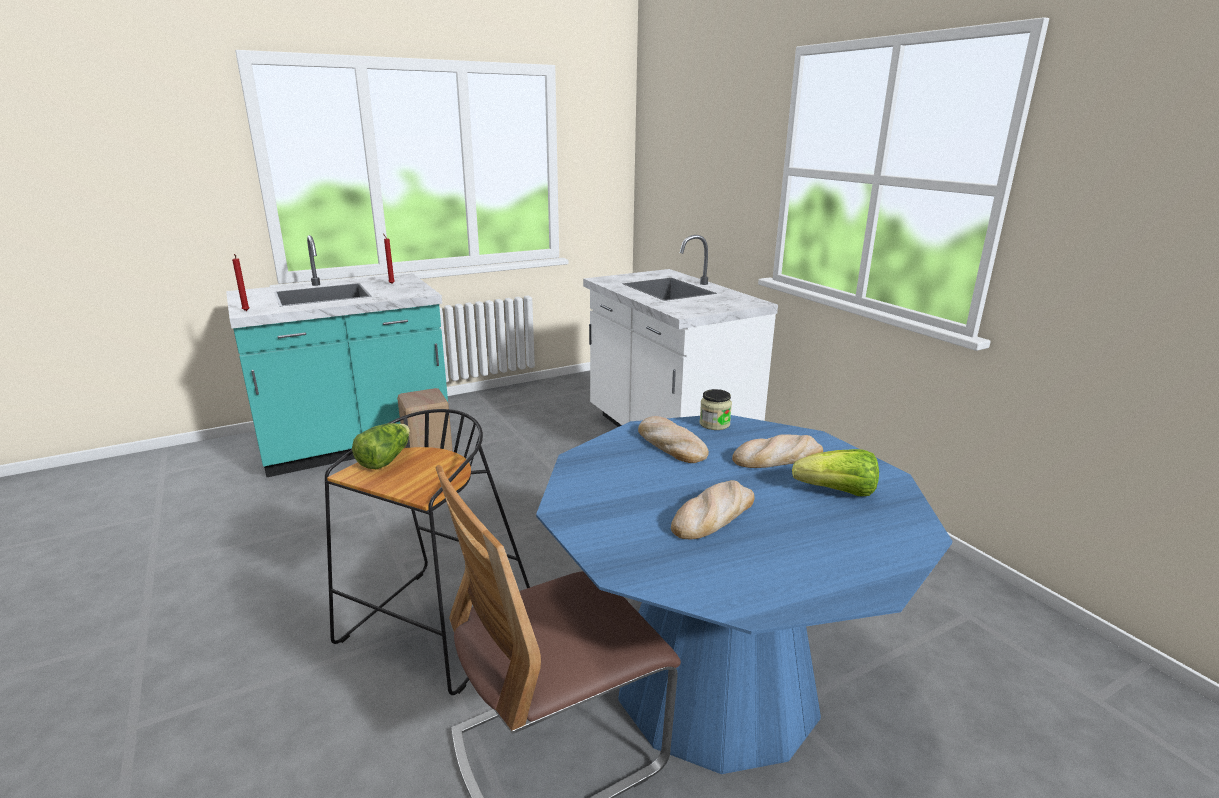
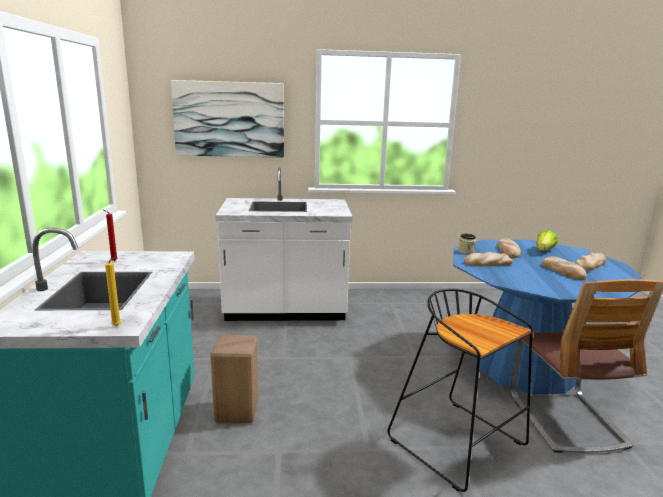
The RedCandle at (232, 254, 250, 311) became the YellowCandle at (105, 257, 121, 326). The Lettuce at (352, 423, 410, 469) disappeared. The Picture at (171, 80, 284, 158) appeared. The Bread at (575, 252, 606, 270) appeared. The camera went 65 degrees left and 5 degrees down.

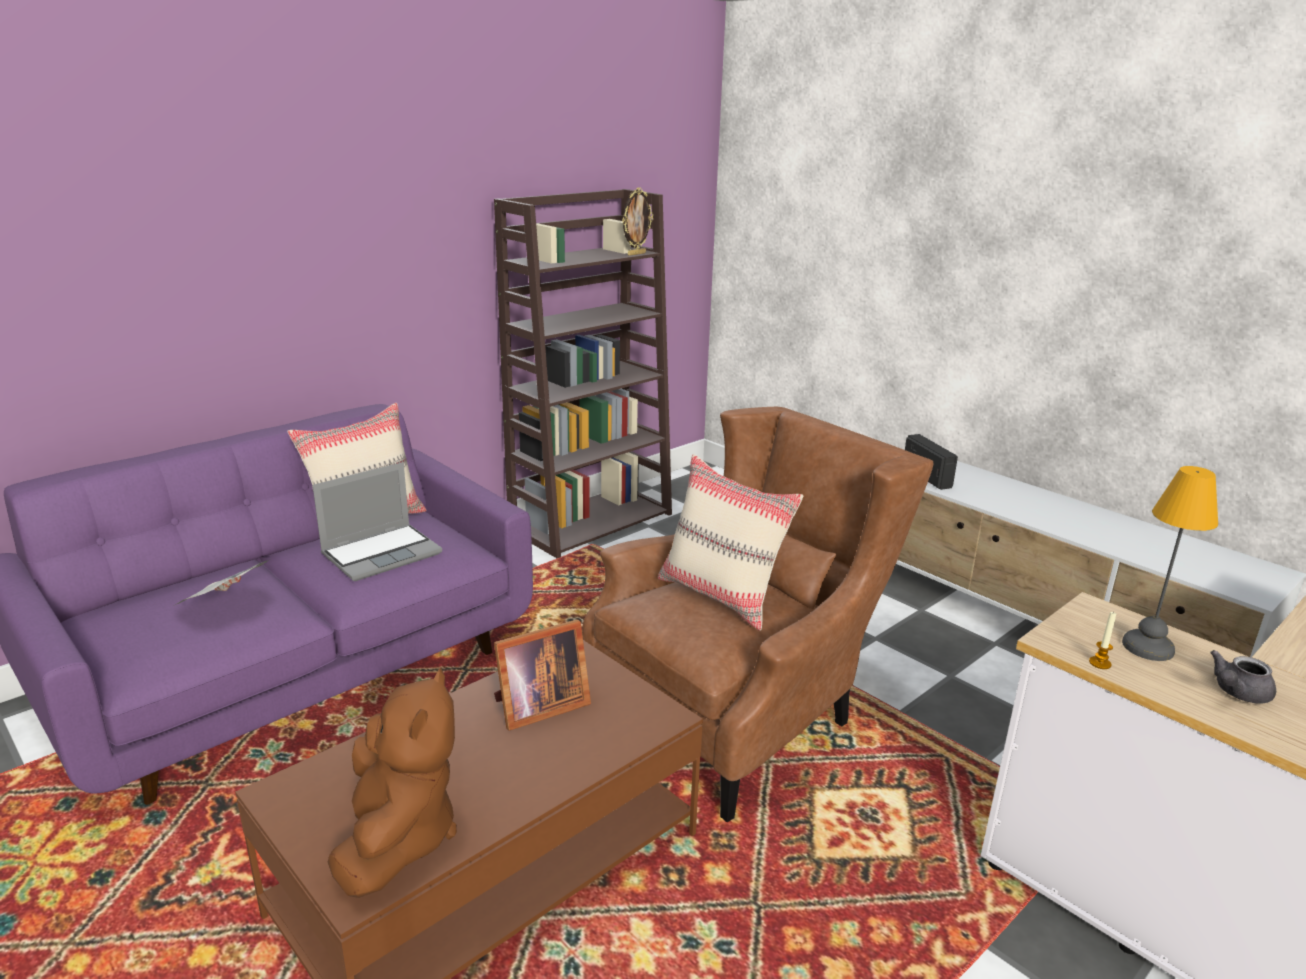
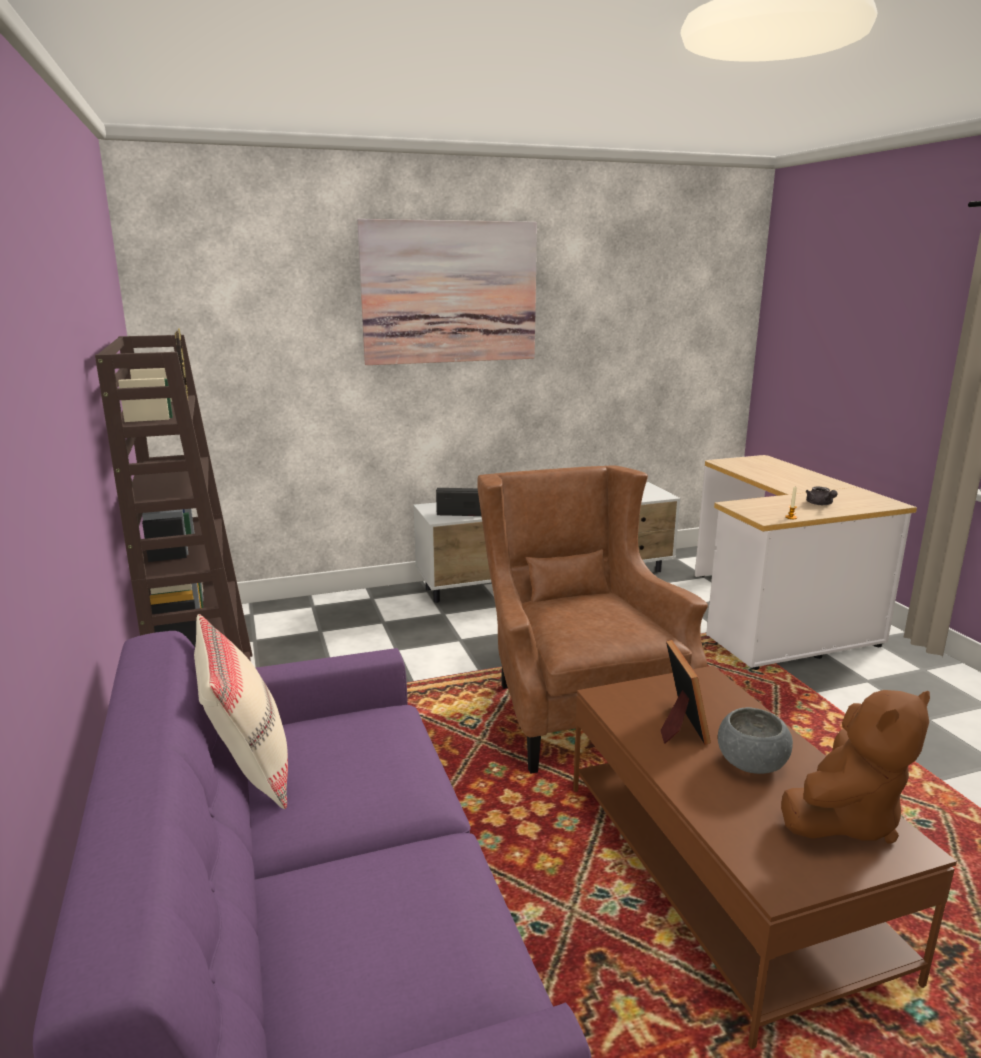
The BeigePillow at (657, 454, 803, 631) disappeared. The Laptop at (313, 462, 442, 581) disappeared. The TableLamp at (1122, 466, 1218, 661) disappeared. The Newspaper at (173, 560, 269, 606) disappeared. The BrownPlushToy at (328, 668, 457, 898) turned 120 degrees clockwise. The Picture at (357, 219, 537, 365) appeared. The GreyBowl at (718, 707, 793, 774) appeared. The camera went 65 degrees left and 5 degrees down.

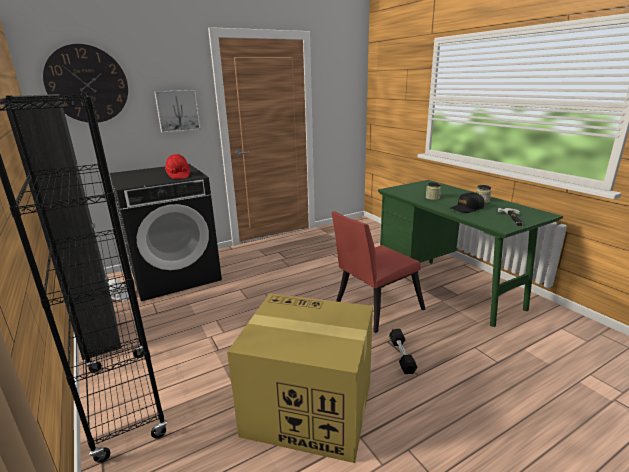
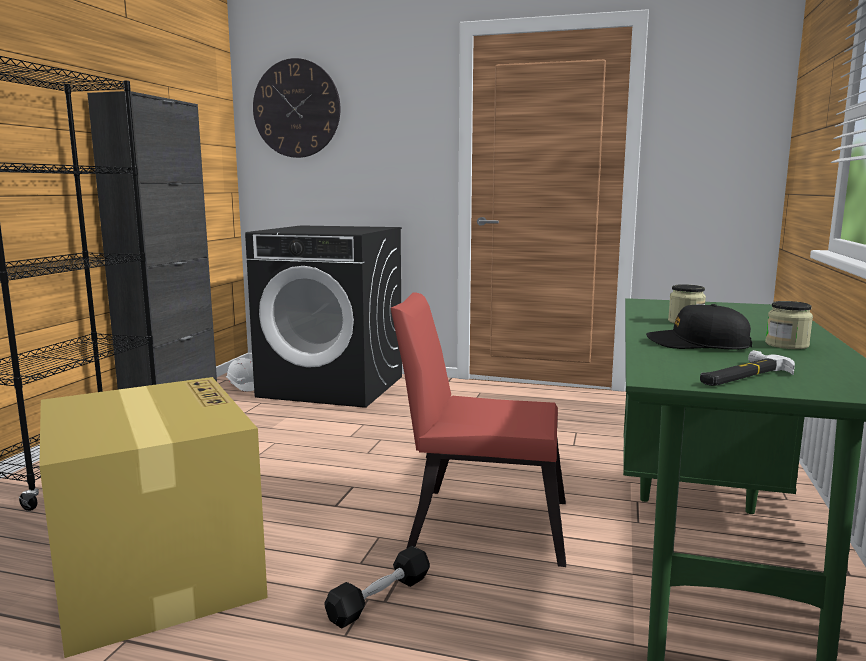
The Picture at (154, 90, 201, 133) disappeared. The RedHardHat at (165, 154, 190, 179) disappeared. The camera went 45 degrees right and 10 degrees down.

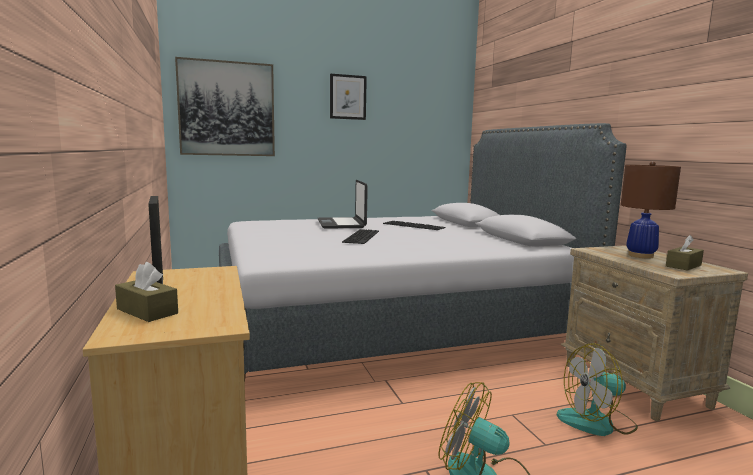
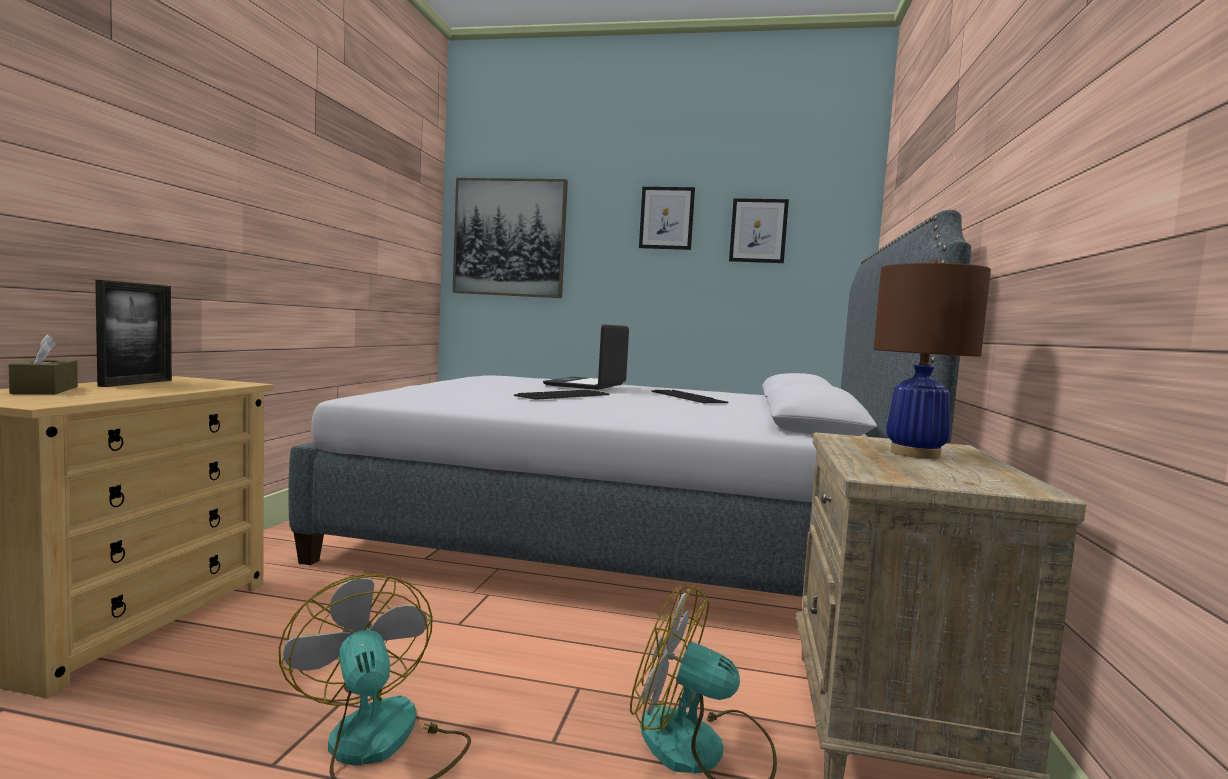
The BrownTissueBox at (666, 235, 704, 271) disappeared. The Picture at (729, 198, 789, 263) appeared. The camera went 30 degrees right and 5 degrees down.

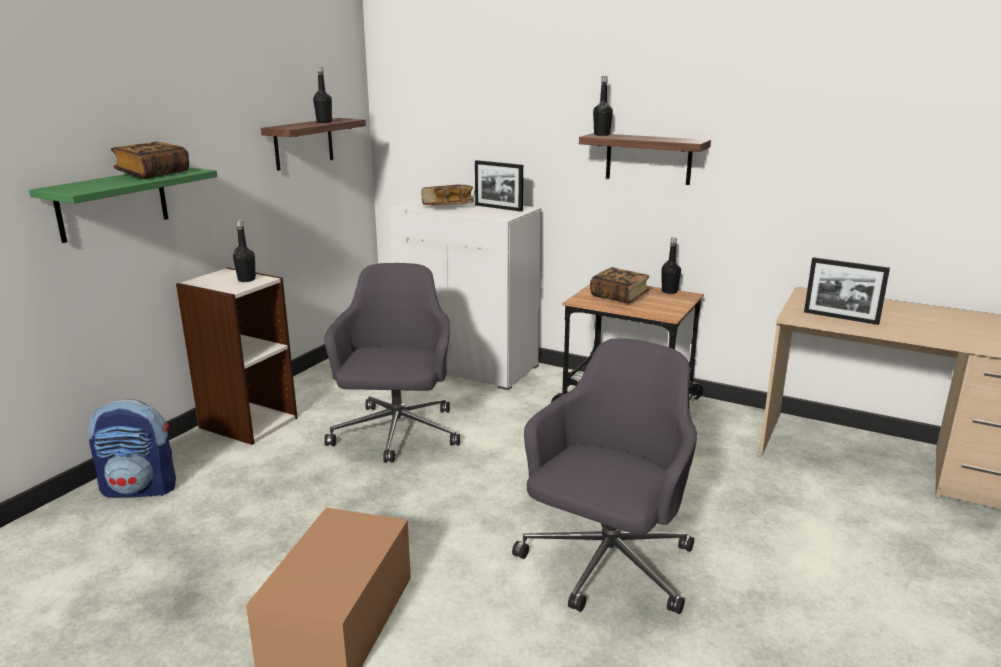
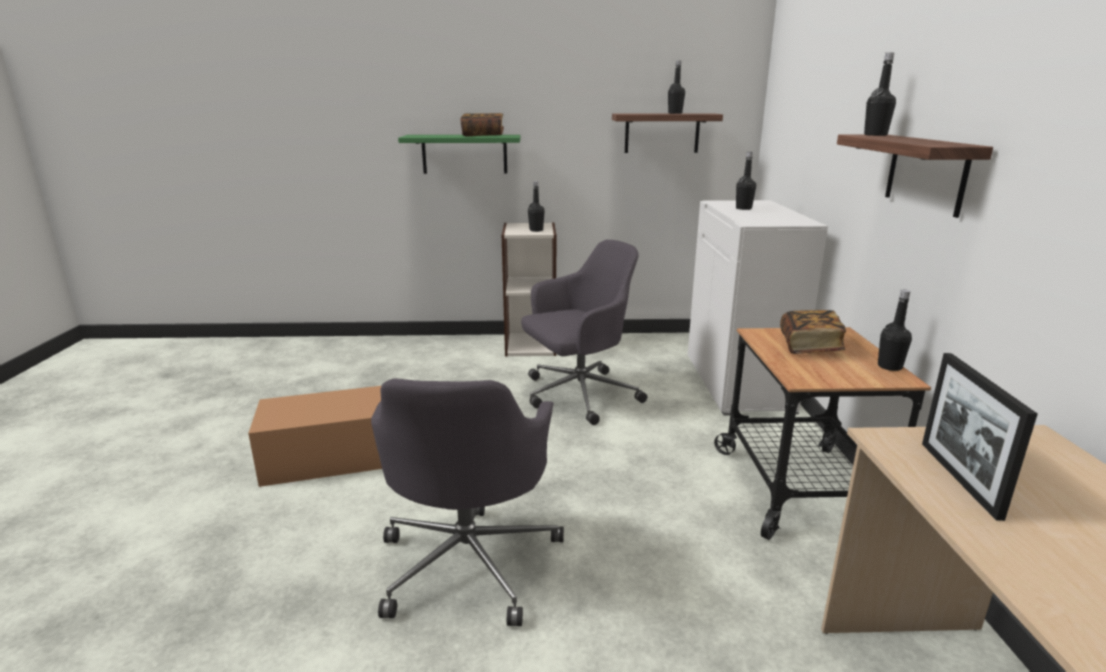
The PictureFrame at (475, 160, 523, 211) disappeared. The Book at (421, 184, 474, 205) was replaced by the BlackBottle at (736, 152, 756, 210). The GreyOfficeChair at (512, 338, 697, 614) turned 90 degrees clockwise. The Backpack at (88, 399, 176, 498) disappeared. The camera went 60 degrees right and 0 degrees up.

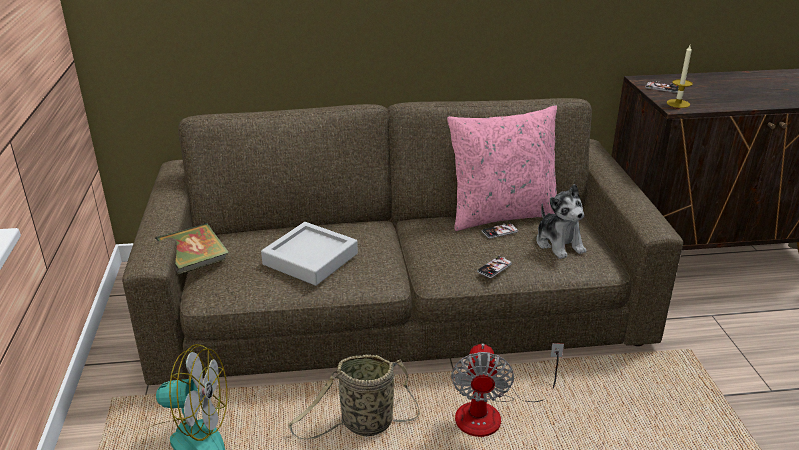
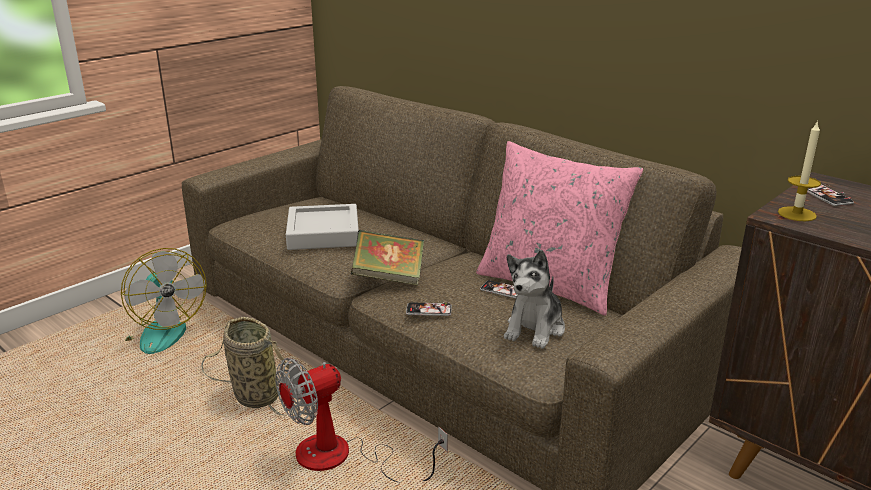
The Book moved from (155, 223, 229, 275) to (351, 230, 424, 286). The camera went 50 degrees right and 5 degrees down.

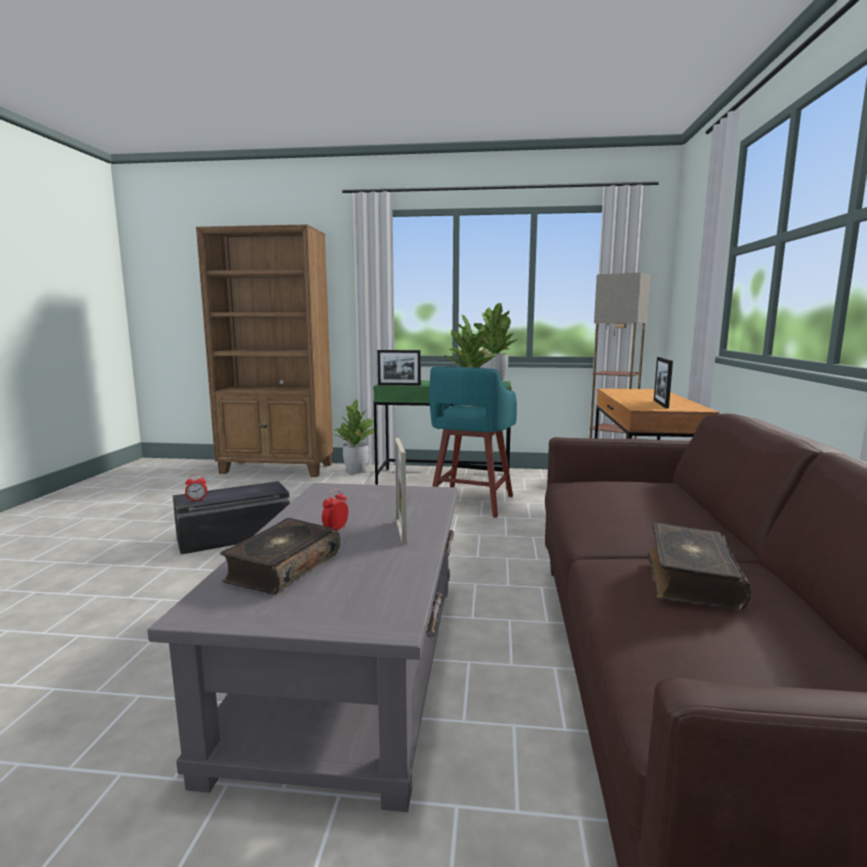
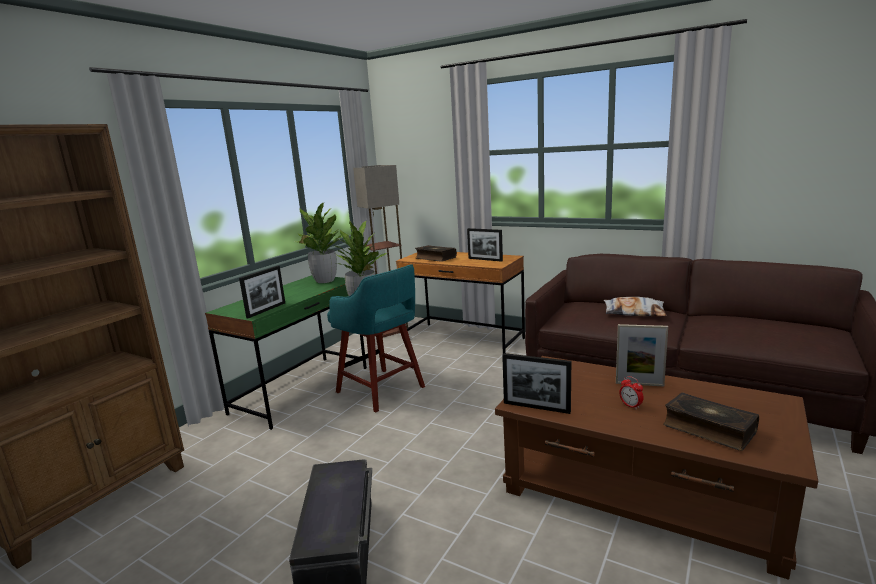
The PottedPlant at (334, 399, 374, 473) disappeared. The AlarmClock at (185, 474, 207, 502) disappeared. The GreyCoffeeTable at (147, 483, 458, 812) became the BrownCoffeeTable at (495, 356, 818, 580). The Book moved from (648, 522, 751, 611) to (415, 245, 457, 262). The Pillow at (604, 297, 666, 316) appeared. The PictureFrame at (502, 353, 571, 414) appeared. The camera went 65 degrees left and 5 degrees up.

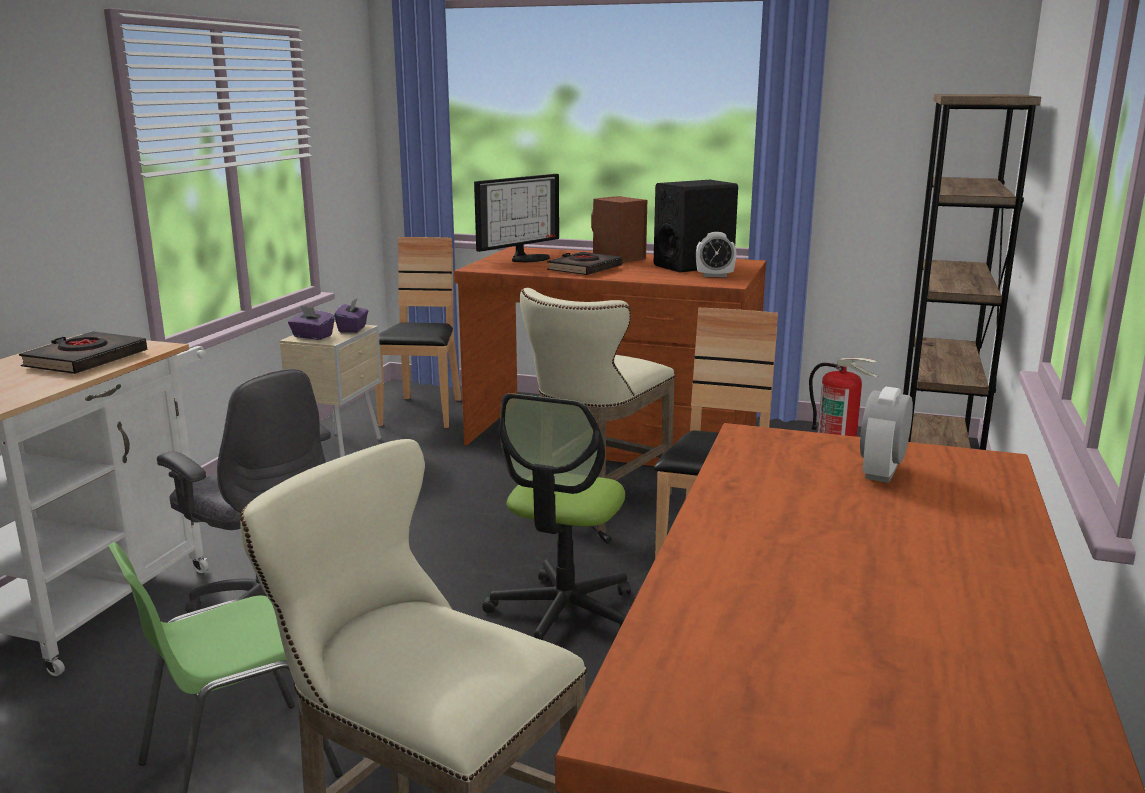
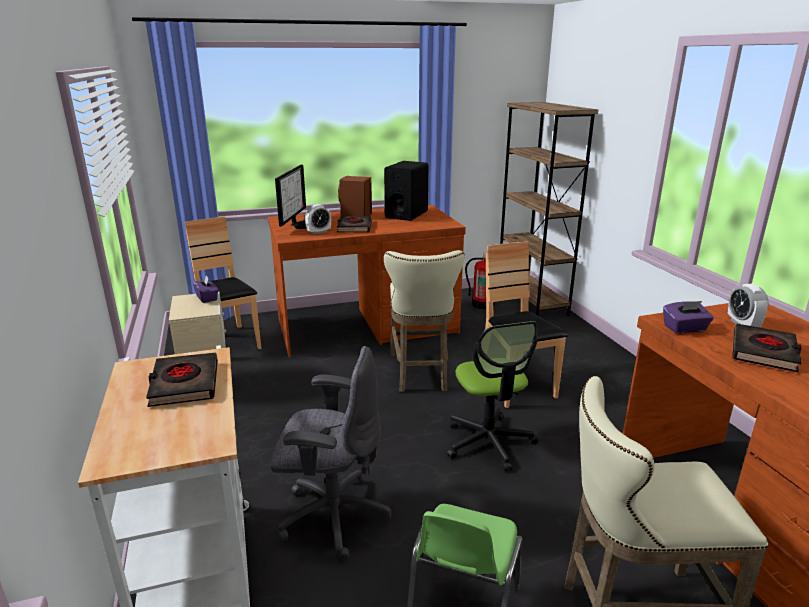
The AlarmClock moved from (696, 232, 736, 277) to (305, 204, 331, 234). The PurpleTissueBox moved from (288, 306, 335, 340) to (663, 301, 714, 333). The BlackBook at (732, 324, 802, 372) appeared. The camera went 35 degrees left and 5 degrees up.

